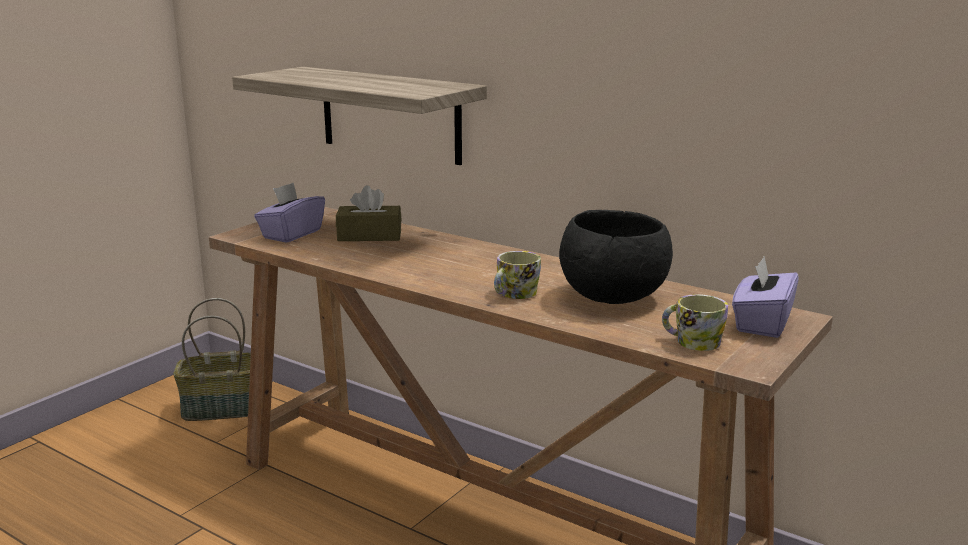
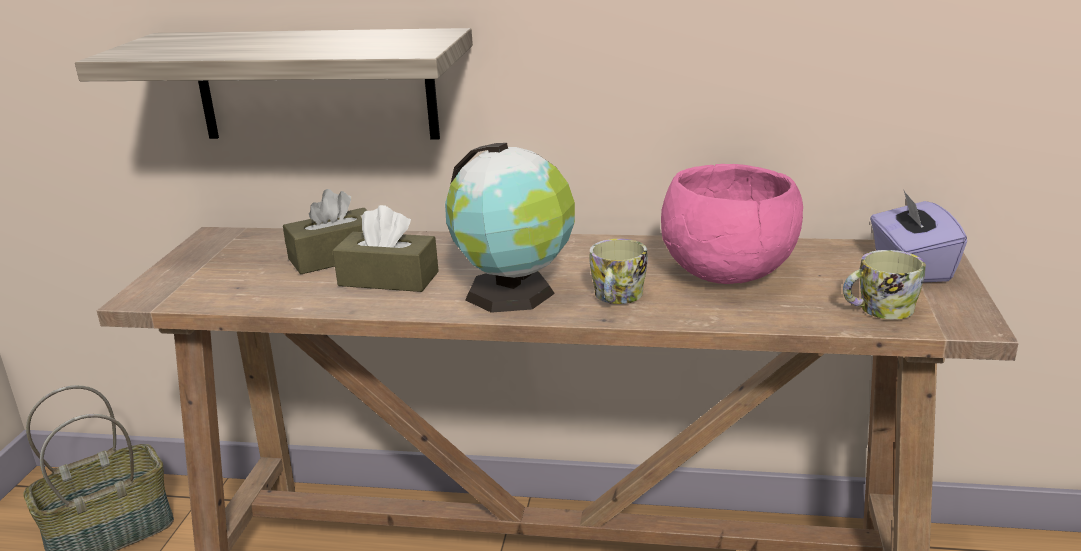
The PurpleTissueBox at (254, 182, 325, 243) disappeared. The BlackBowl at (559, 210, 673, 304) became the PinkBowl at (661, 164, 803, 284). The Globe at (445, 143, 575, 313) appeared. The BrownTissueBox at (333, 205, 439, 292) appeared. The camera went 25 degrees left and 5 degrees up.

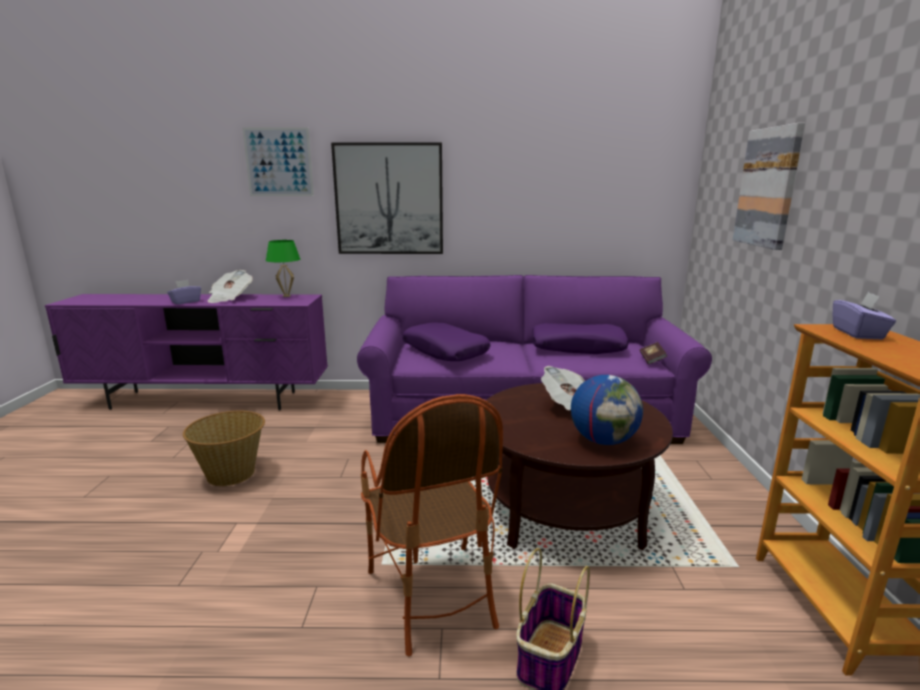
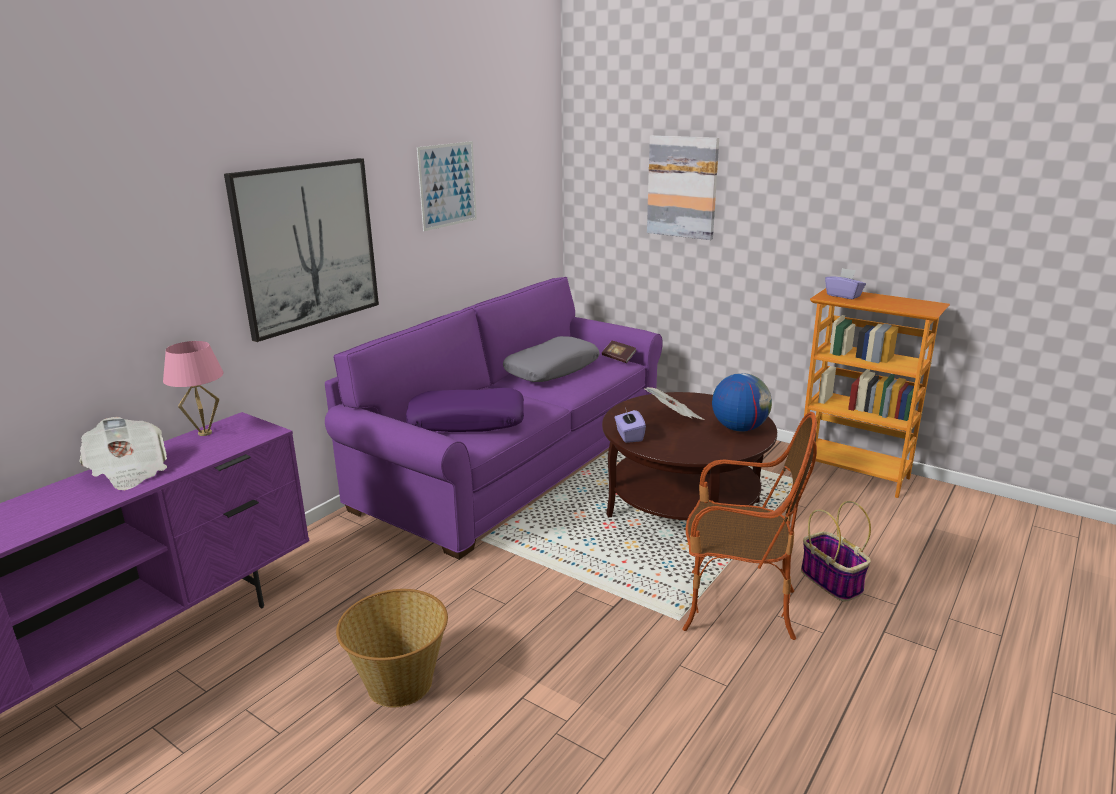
The Picture moved from (242, 127, 314, 196) to (417, 141, 477, 231). The GreenTableLamp at (266, 240, 300, 297) became the PinkTableLamp at (163, 341, 224, 436). The PurpleTissueBox moved from (167, 280, 201, 304) to (615, 408, 646, 443). The PurplePillow at (532, 323, 628, 354) became the GreyPillow at (503, 336, 600, 382). The camera went 55 degrees left and 5 degrees up.

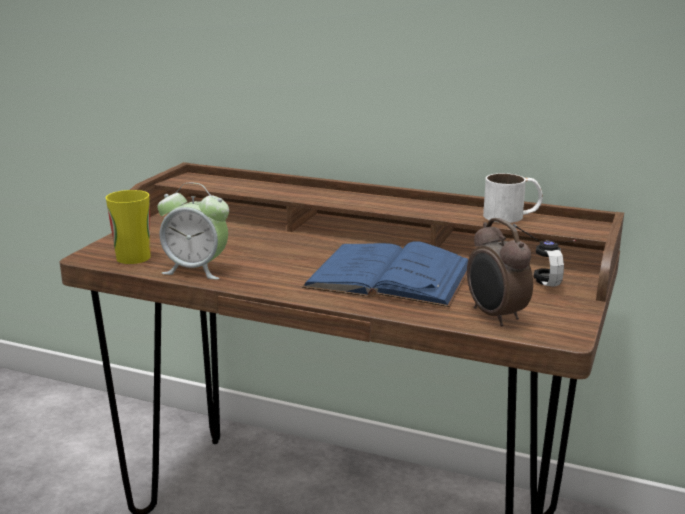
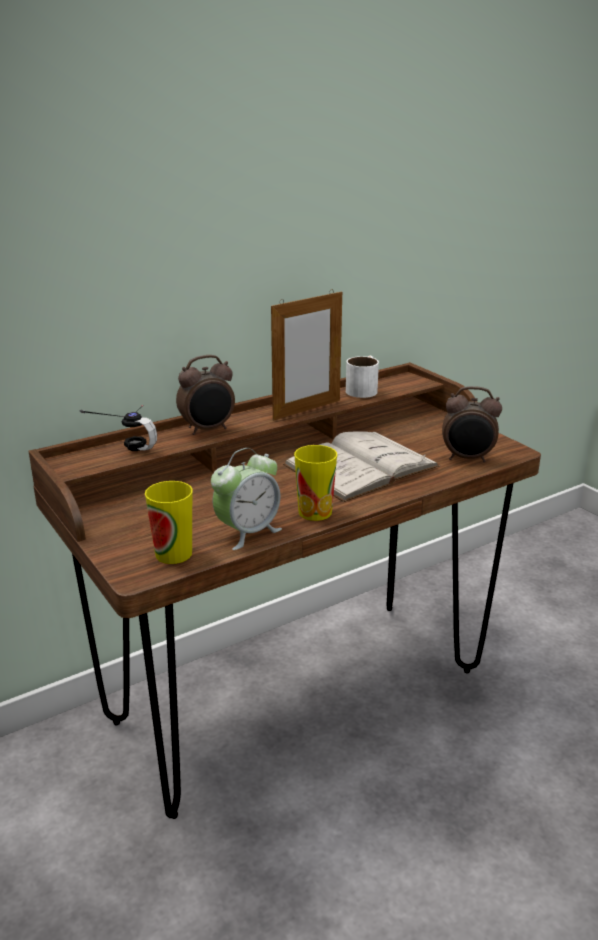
The Headphones moved from (513, 224, 576, 287) to (80, 405, 157, 451). The BlueBook at (302, 241, 469, 307) became the WhiteBook at (283, 431, 440, 502). The PictureFrame at (271, 289, 342, 420) appeared. The AlarmClock at (176, 355, 235, 435) appeared. The Cup at (294, 445, 337, 521) appeared. The camera went 55 degrees left and 5 degrees up.

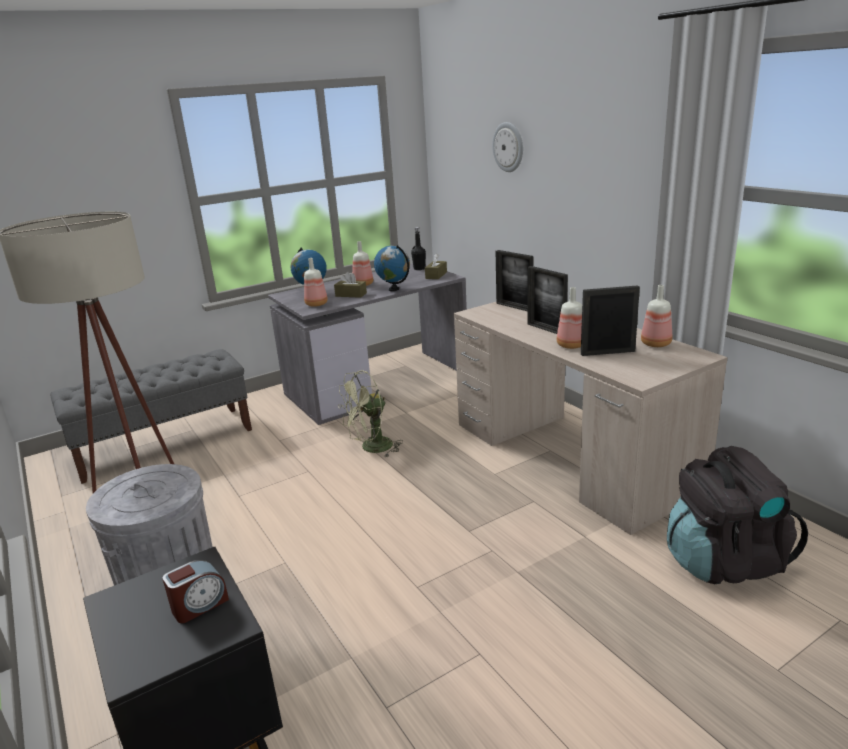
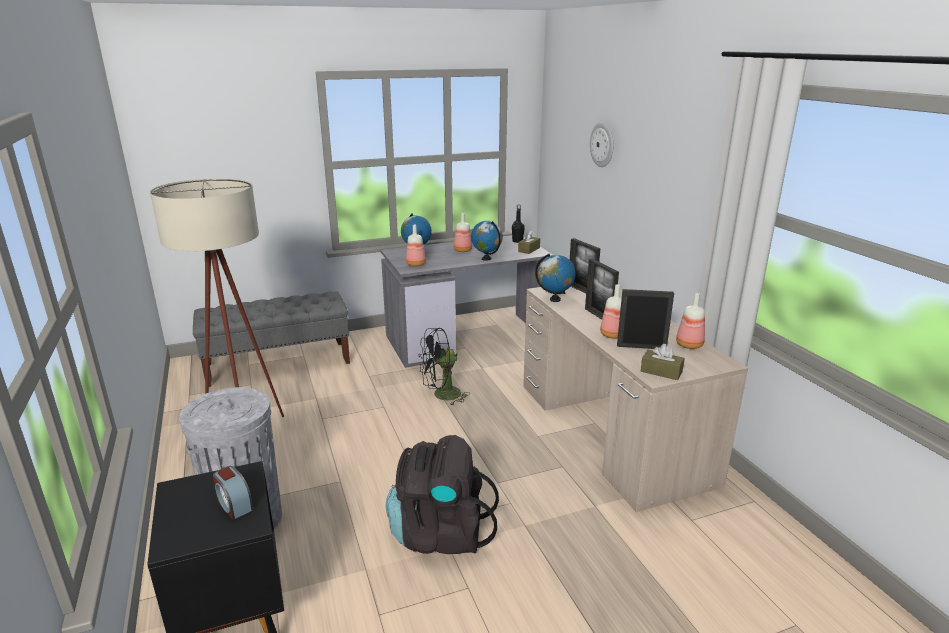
The BrownTissueBox moved from (334, 272, 367, 298) to (641, 344, 685, 380). The GreenFan at (338, 370, 403, 458) became the BlackFan at (419, 328, 470, 406). The BlackBackpack moved from (667, 446, 808, 584) to (385, 435, 499, 554). The AlarmClock at (162, 560, 229, 623) turned 75 degrees clockwise. The Globe at (535, 254, 576, 302) appeared. The camera went 10 degrees right and 0 degrees up.

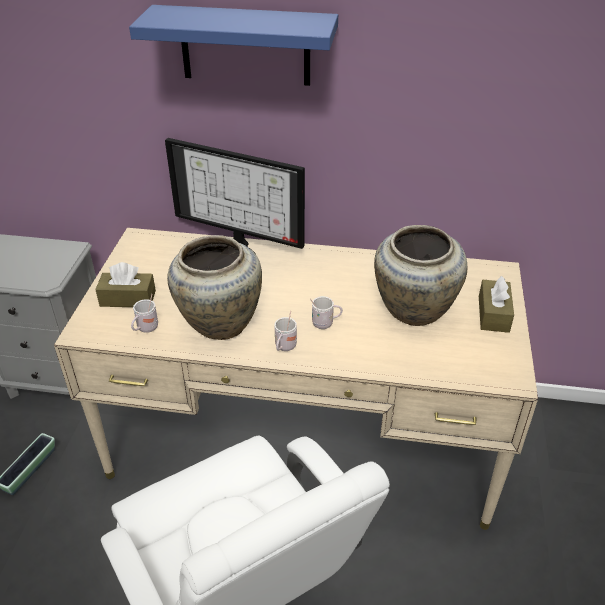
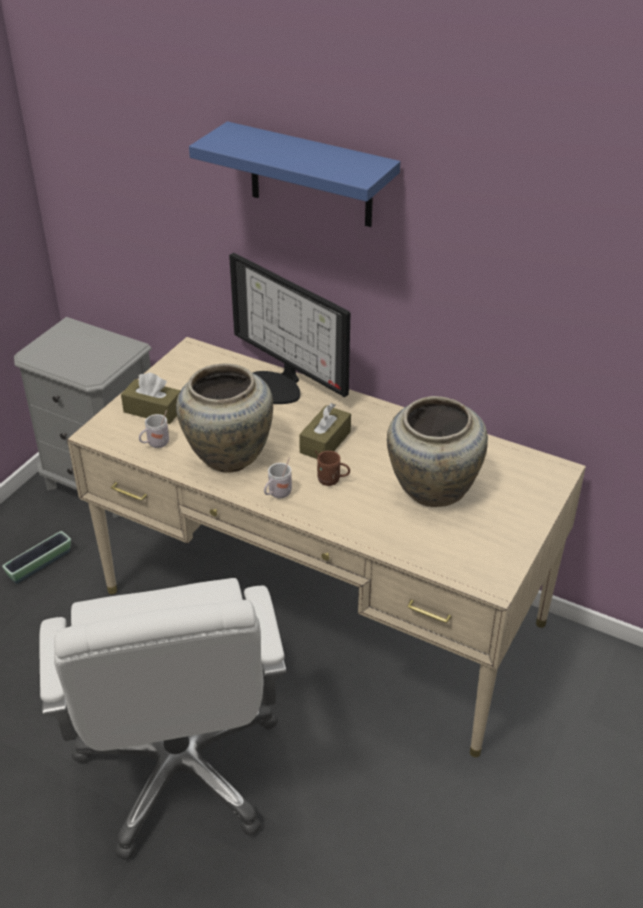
The BrownTissueBox moved from (479, 276, 514, 333) to (299, 403, 351, 459). The WhiteMug at (310, 296, 343, 329) became the BrownMug at (315, 450, 350, 486). The camera went 20 degrees right and 0 degrees up.

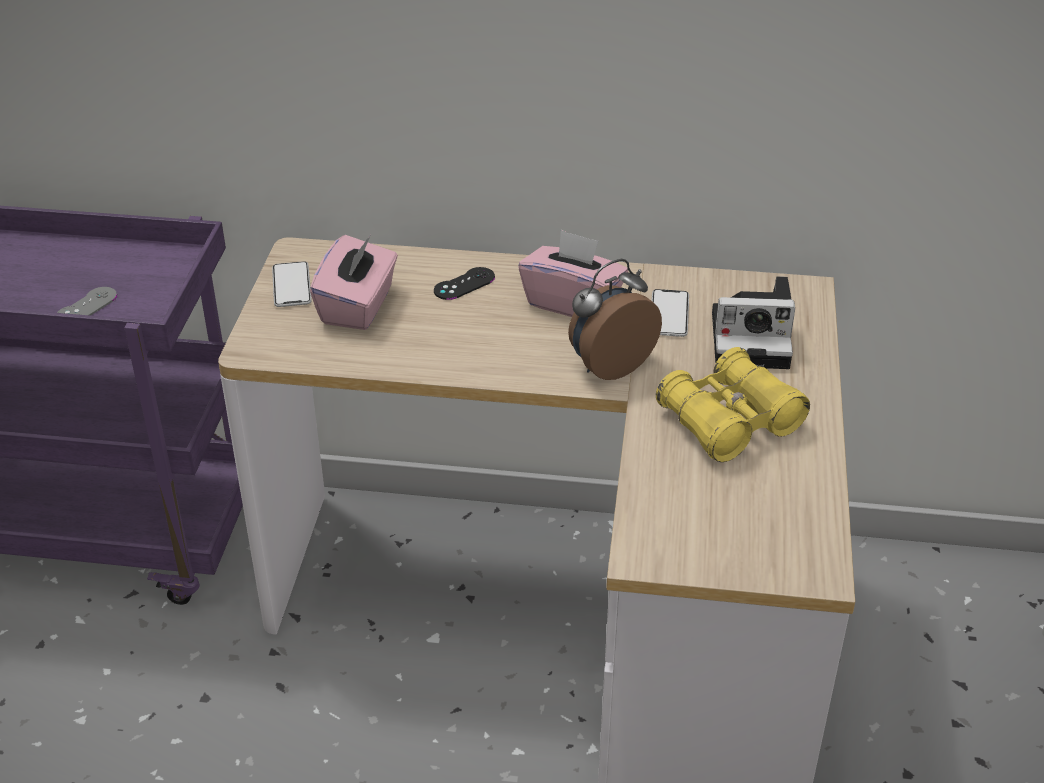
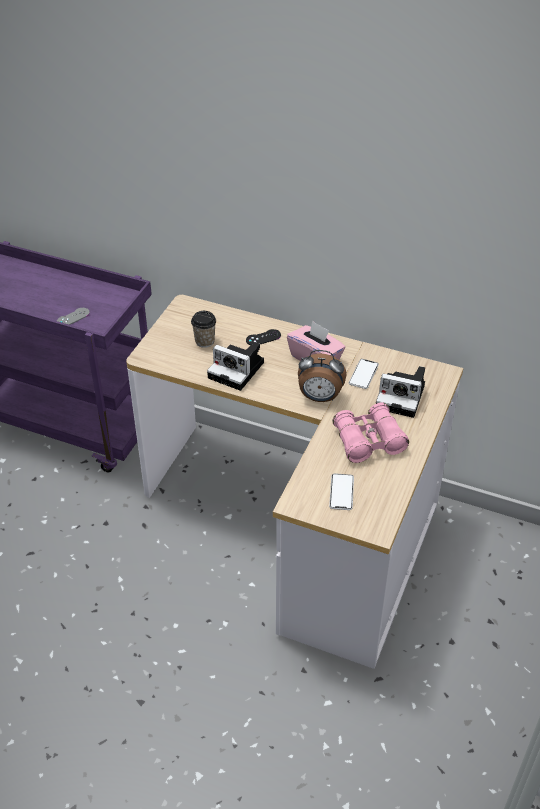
The PinkTissueBox at (310, 235, 398, 330) was replaced by the Cup at (191, 311, 216, 348). The AlarmClock at (568, 259, 662, 380) turned 150 degrees counterclockwise. The Phone moved from (272, 261, 312, 307) to (329, 473, 354, 510). The YellowBinoculars at (656, 347, 810, 462) became the PinkBinoculars at (333, 403, 409, 463). The PhotoCamera at (207, 342, 264, 391) appeared. The camera went 15 degrees right and 5 degrees up.

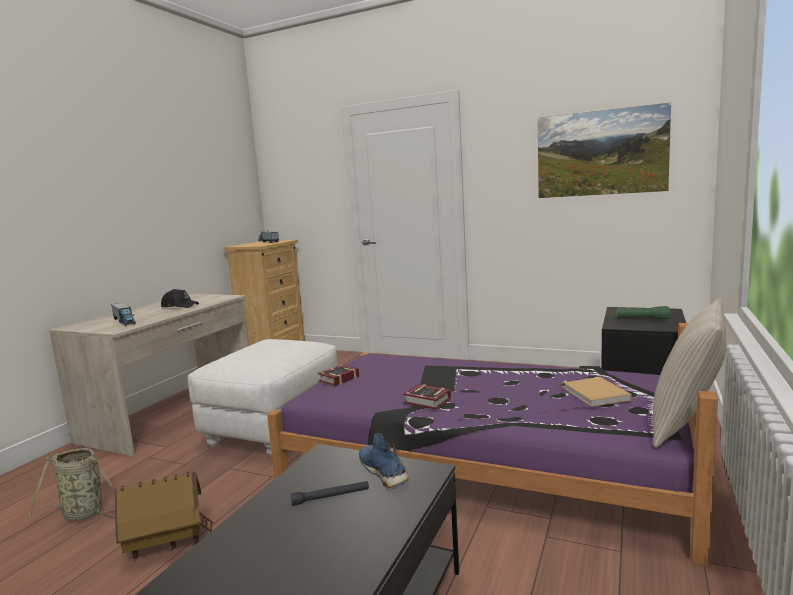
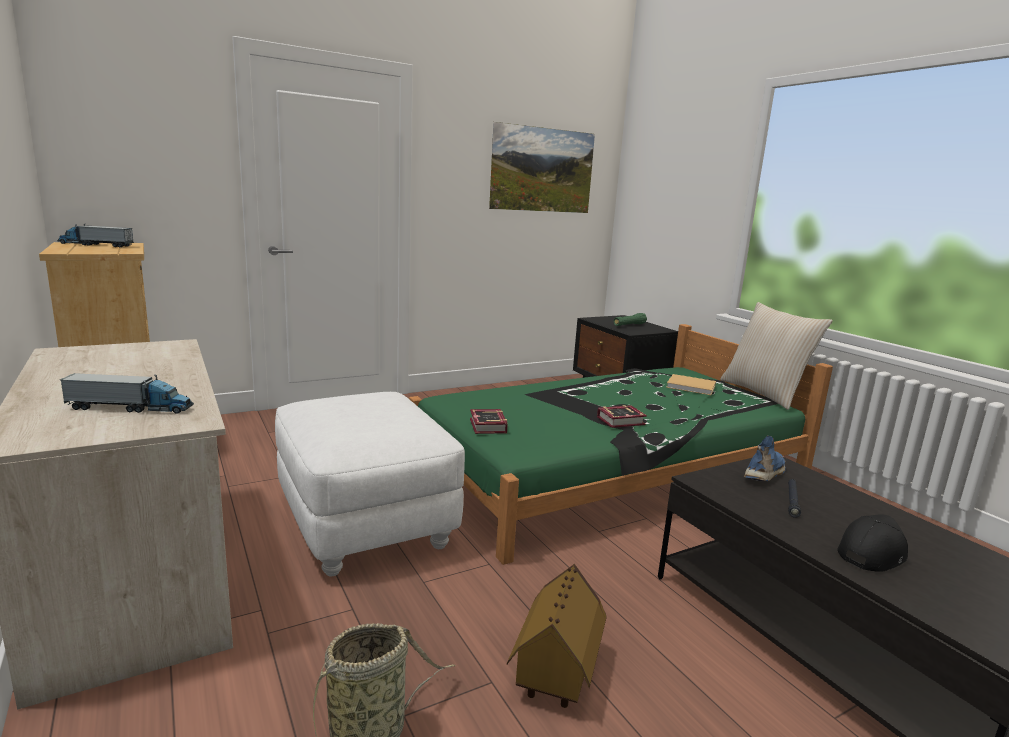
The BlackCap moved from (161, 289, 199, 308) to (837, 515, 908, 572). The PurpleBed at (267, 323, 718, 567) became the GreenBed at (409, 324, 833, 565). The BlueShoe at (359, 433, 409, 490) turned 120 degrees clockwise. The camera went 55 degrees left and 5 degrees up.

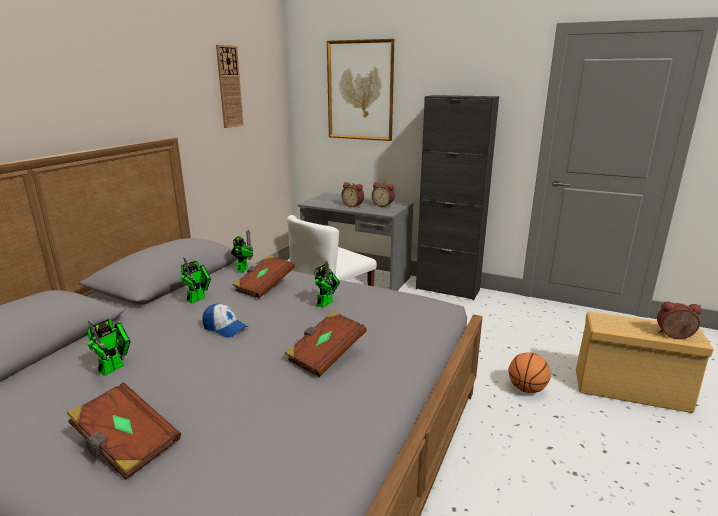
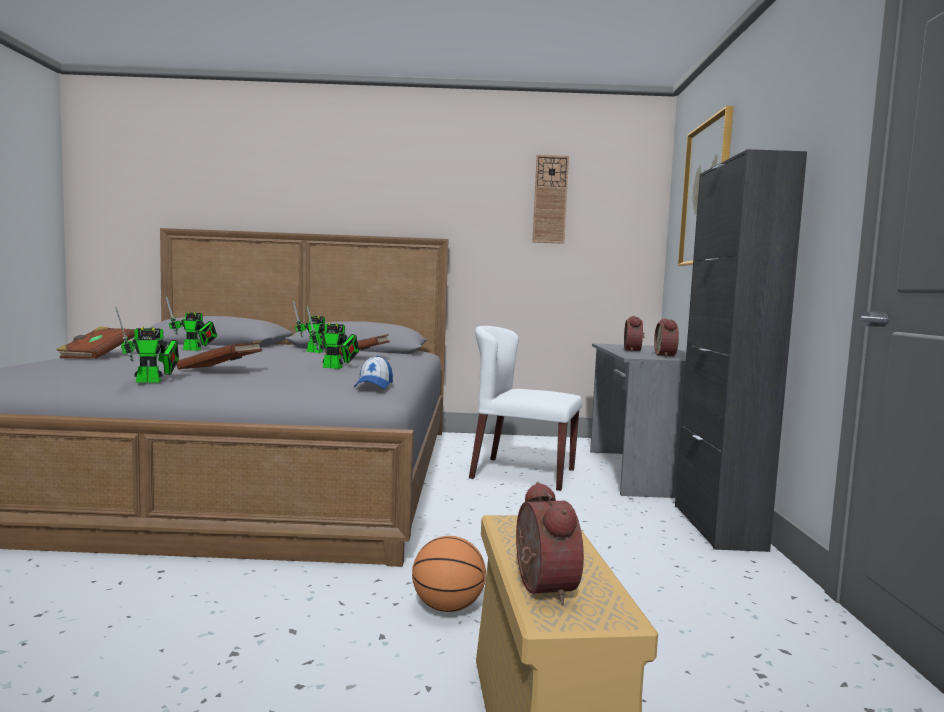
The ToyRobot moved from (231, 230, 253, 273) to (115, 307, 179, 382). The Cap moved from (202, 304, 248, 338) to (354, 356, 393, 389). The camera went 65 degrees right and 15 degrees down.

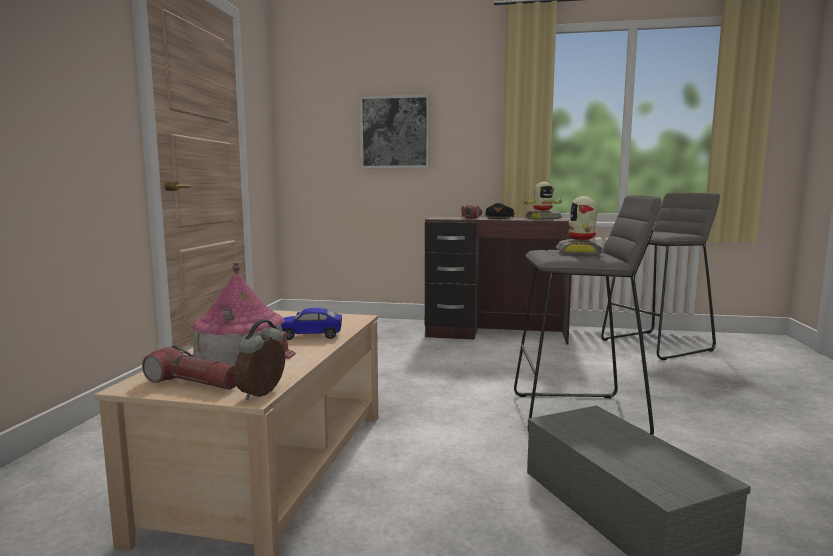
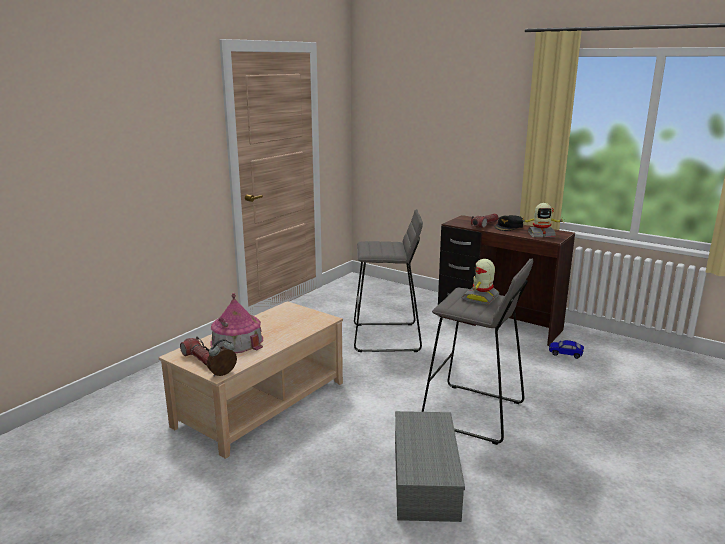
The Picture at (360, 94, 430, 168) disappeared. The GreyStool moved from (601, 193, 720, 360) to (354, 209, 423, 352). The ToyCar moved from (281, 308, 342, 340) to (549, 340, 584, 359). The camera went 25 degrees right and 10 degrees up.

